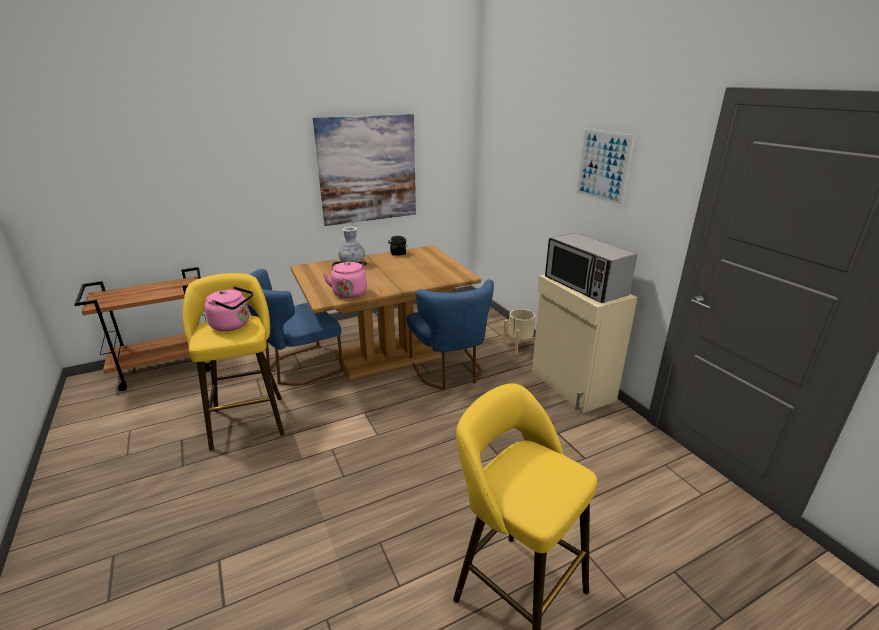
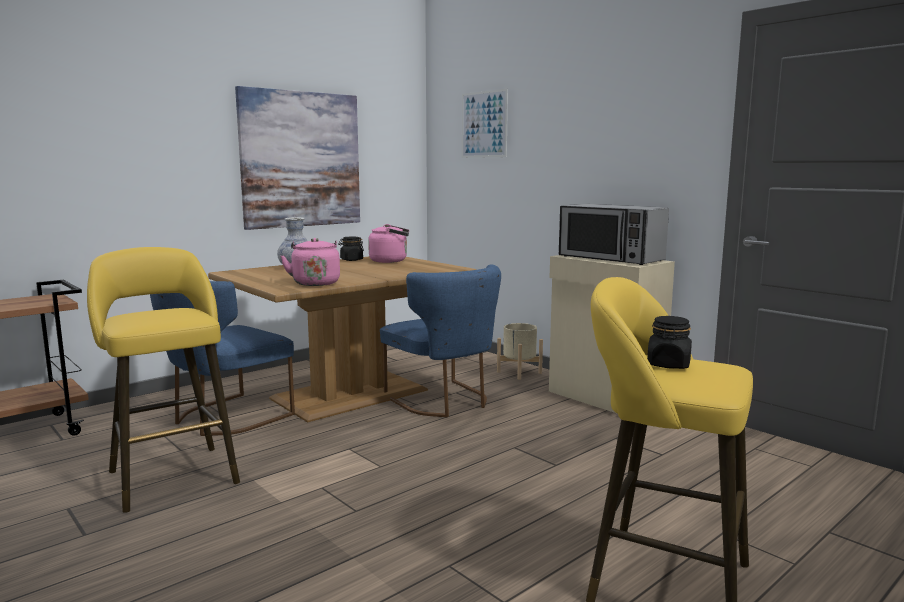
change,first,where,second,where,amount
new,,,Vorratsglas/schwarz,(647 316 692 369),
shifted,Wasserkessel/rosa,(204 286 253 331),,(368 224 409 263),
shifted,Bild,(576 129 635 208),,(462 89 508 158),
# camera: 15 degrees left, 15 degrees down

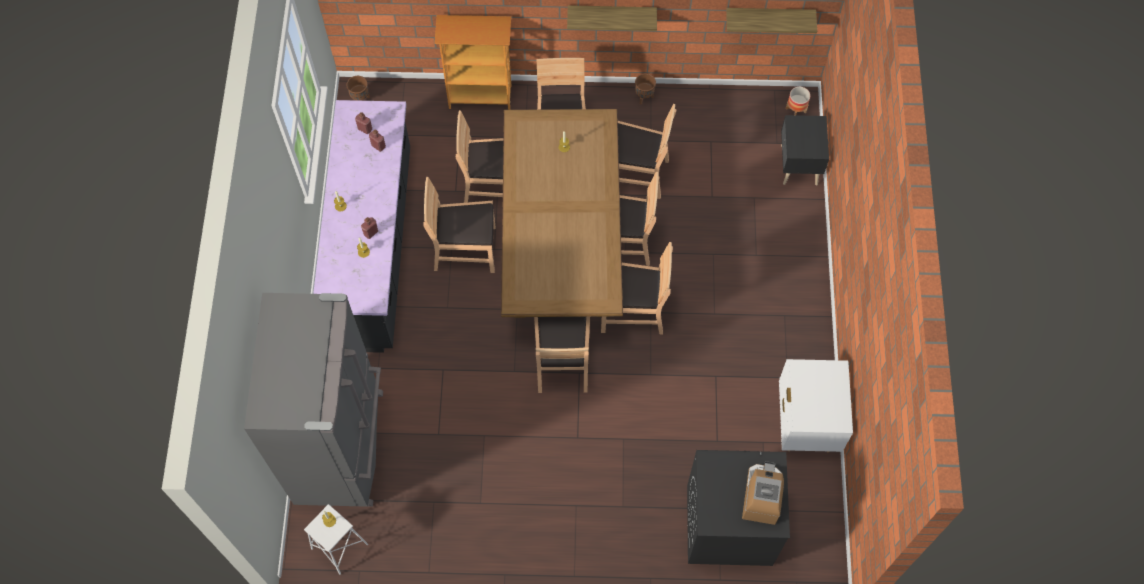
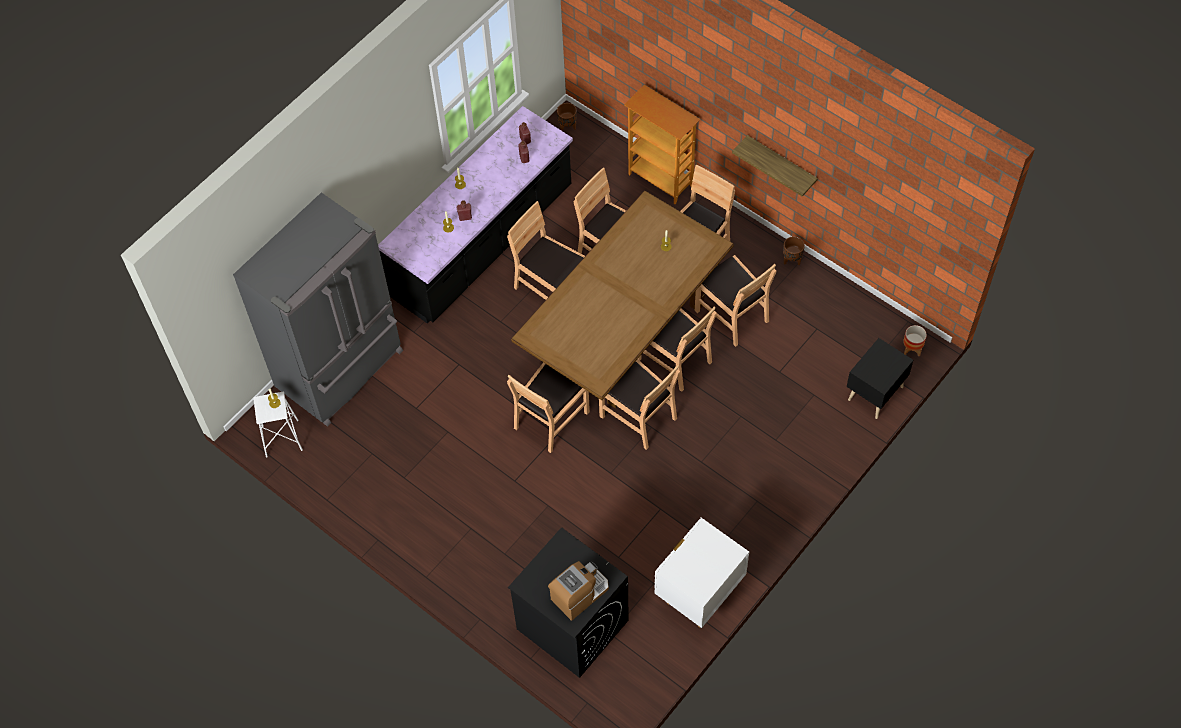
change,first,where,second,where,amount
gone,Wandregal,(726 8 817 33),,,
# camera: 40 degrees right, 5 degrees down

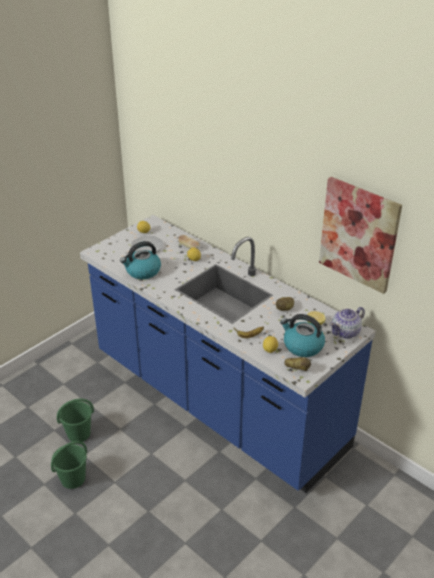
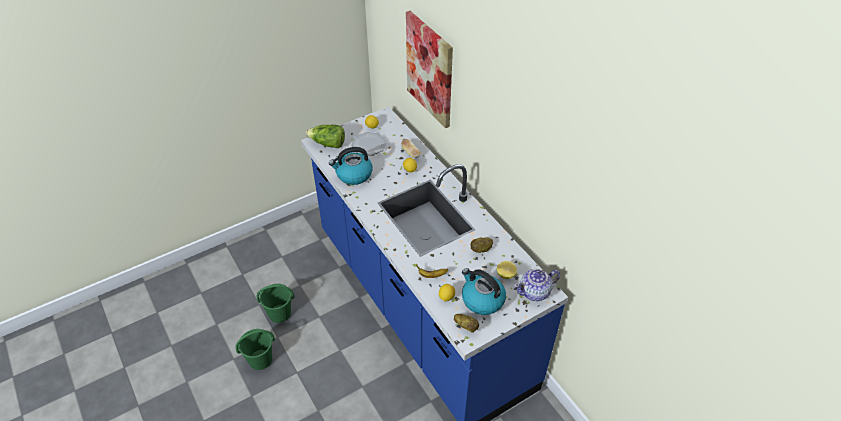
change,first,where,second,where,amount
new,,,Salatkopf,(306 125 345 148),
shifted,Bild,(319 177 402 294),,(406 11 453 128),
# camera: 15 degrees right, 10 degrees up

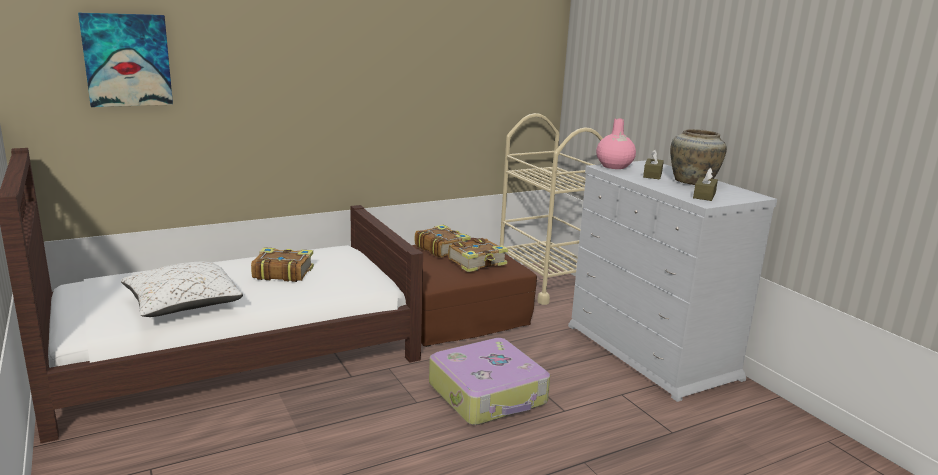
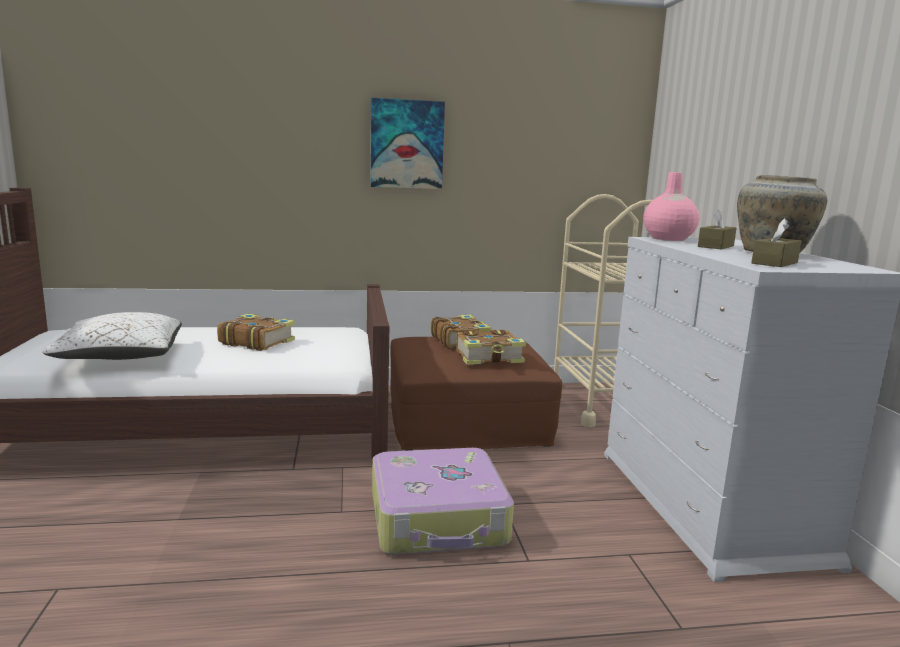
change,first,where,second,where,amount
shifted,Bild,(78 13 173 107),,(370 98 445 189),
# camera: 20 degrees right, 5 degrees down

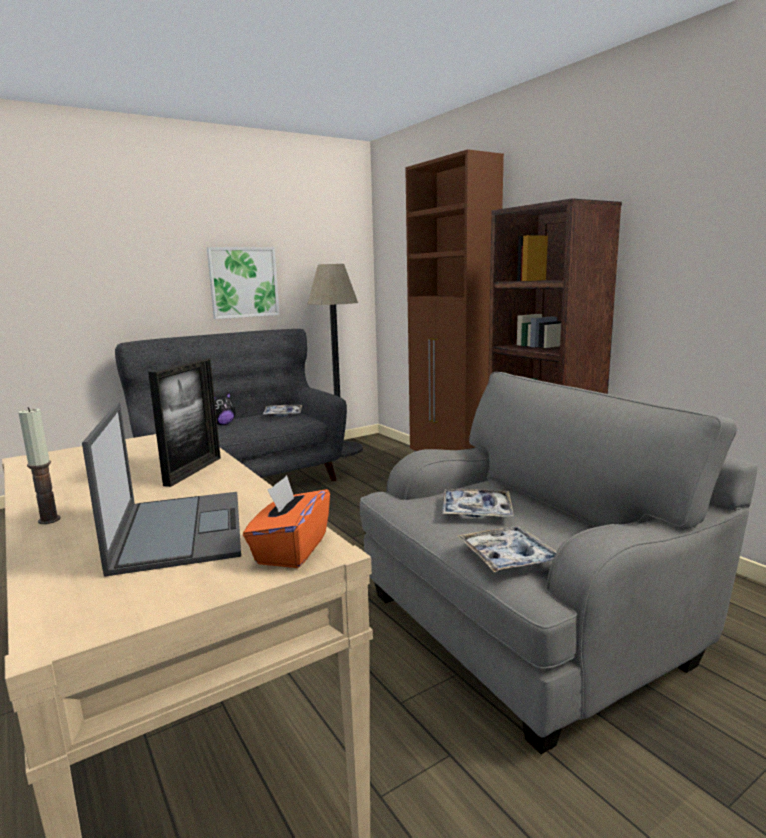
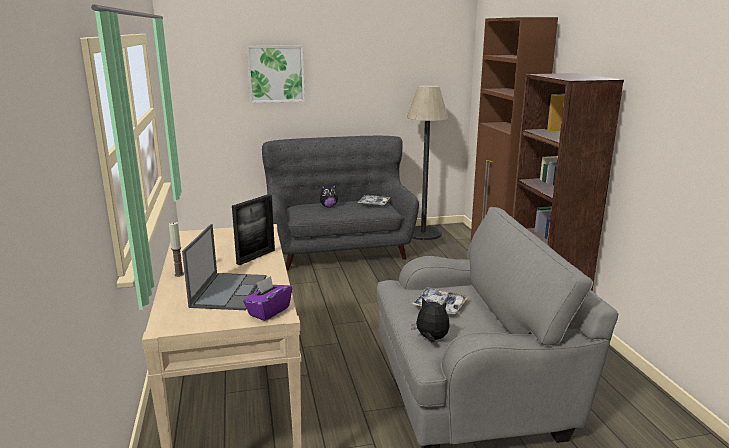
change,first,where,second,where,amount
shifted,Bild,(207 247 279 319),,(247 46 305 103),
swapped,Tablett,(457 526 557 572),Plüschtier,(411 297 450 342),
repainted,Taschentuchbox/orange,(243 475 330 568),Taschentuchbox/lila,(243 276 292 321),
# camera: 20 degrees right, 5 degrees up

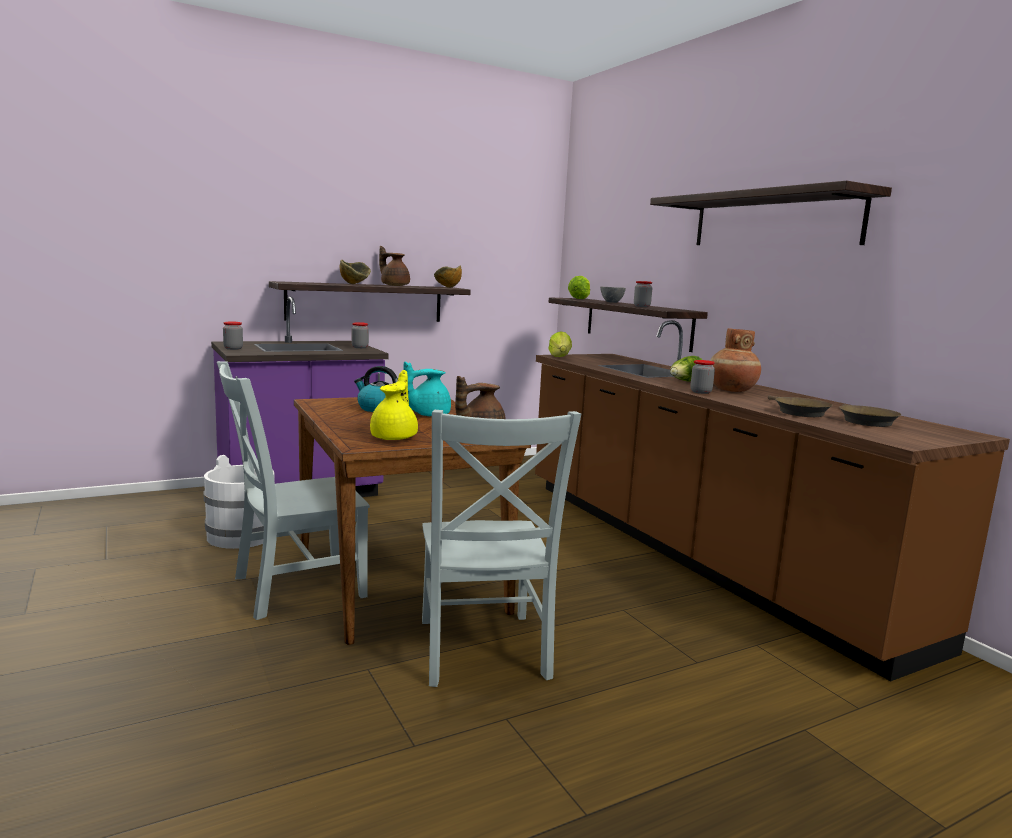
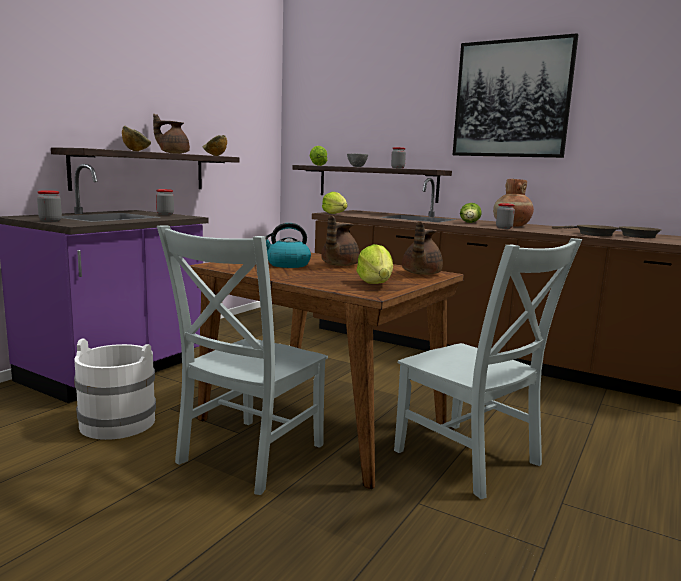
change,first,where,second,where,amount
swapped,Teekanne/gelb,(370 370 418 440),Salatkopf,(356 244 393 284),
swapped,Wandregal,(650 181 892 245),Bild,(453 33 578 158),
repainted,Teekanne/türkis,(403 362 451 416),Teekanne/braun,(321 215 360 266),
# camera: 30 degrees left, 0 degrees up

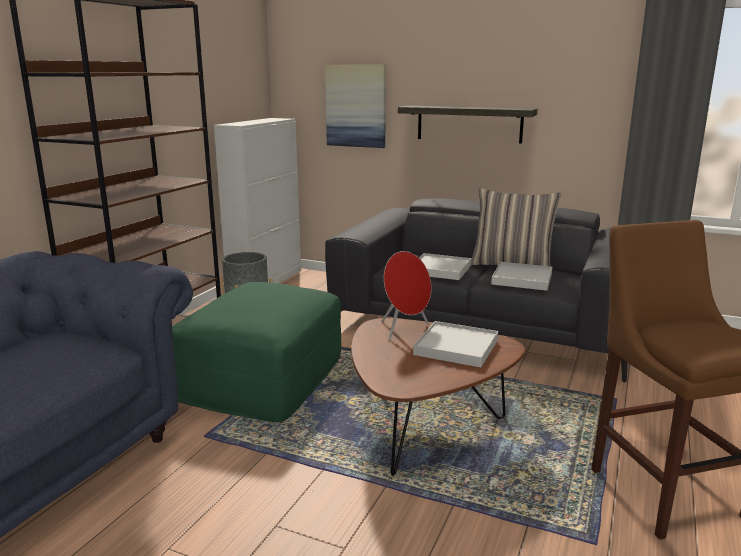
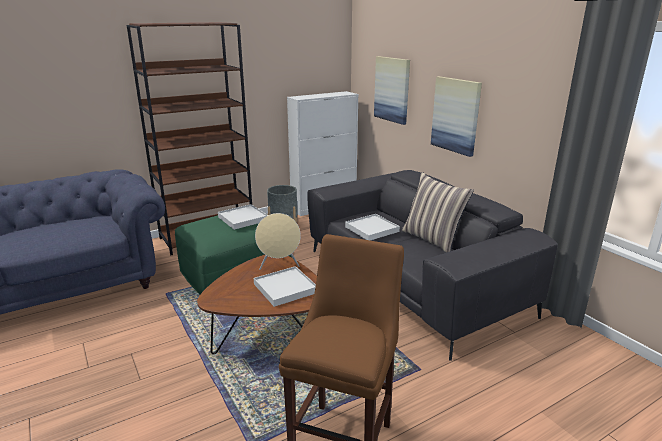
change,first,where,second,where,amount
shifted,Tablett/weiß,(491 262 553 291),,(218 204 268 230),
swapped,Wandregal,(398 106 538 144),Bild,(431 76 482 157),
repainted,Lautsprecher/rot,(382 251 431 340),Lautsprecher/beige,(255 213 301 270),
# camera: 35 degrees right, 5 degrees up

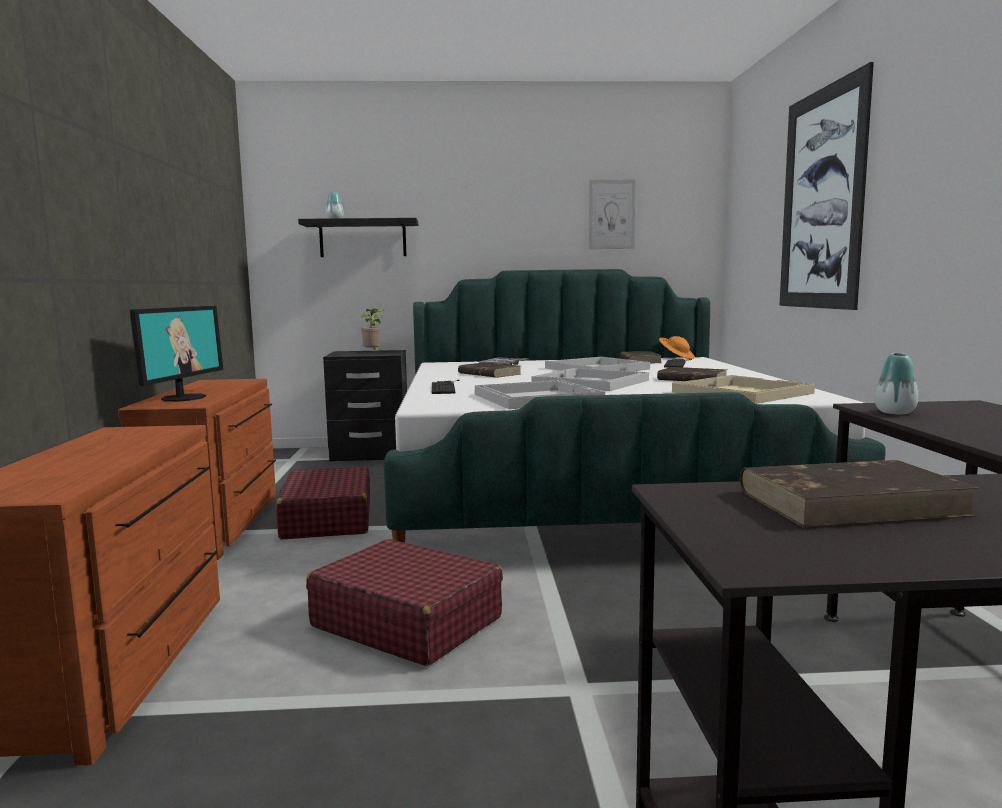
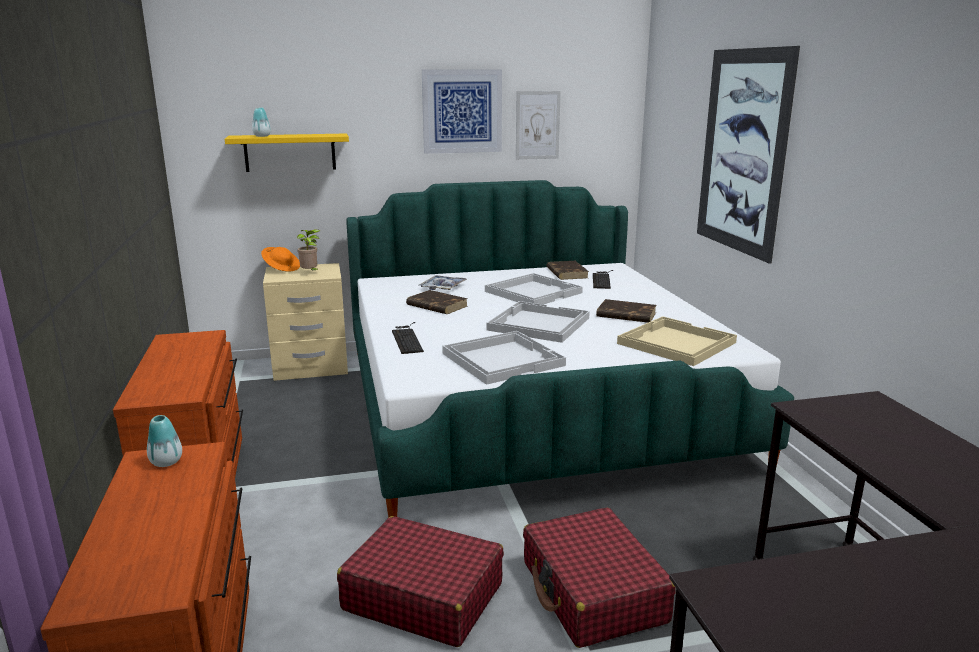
change,first,where,second,where,amount
gone,Monitor,(130 305 223 402),,,
gone,Buch/braun,(740 460 978 527),,,
new,,,Bild,(422 70 502 154),
shifted,Koffer/rot,(276 466 370 539),,(523 507 676 648),
shifted,Hut/orange,(659 336 695 359),,(261 247 300 271),
shifted,Vase,(874 353 919 414),,(147 415 182 467),
repainted,Wandregal/schwarz,(298 218 418 257),Wandregal/gelb,(225 133 349 172),
repainted,Nachttisch/schwarz,(323 350 407 461),Nachttisch/beige,(263 263 348 381),
# camera: 10 degrees left, 10 degrees up

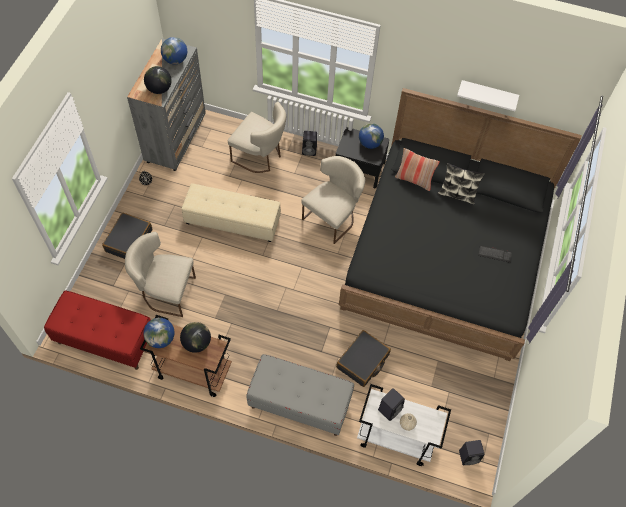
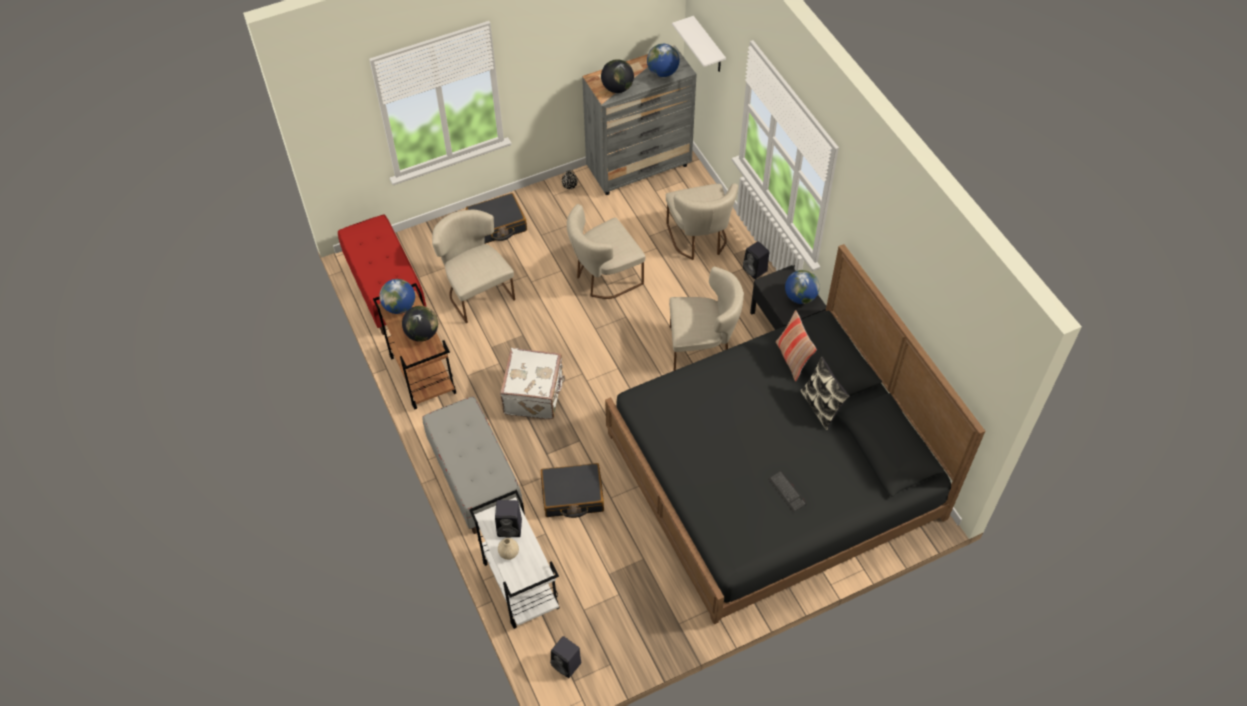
change,first,where,second,where,amount
new,,,Koffer/weiß,(500 348 565 419),
shifted,Wandregal/weiß,(457 80 519 111),,(672 16 726 72),
swapped,Polsterhocker/beige,(181 183 281 242),Stuhl/beige,(567 204 645 299),
# camera: 50 degrees right, 5 degrees down

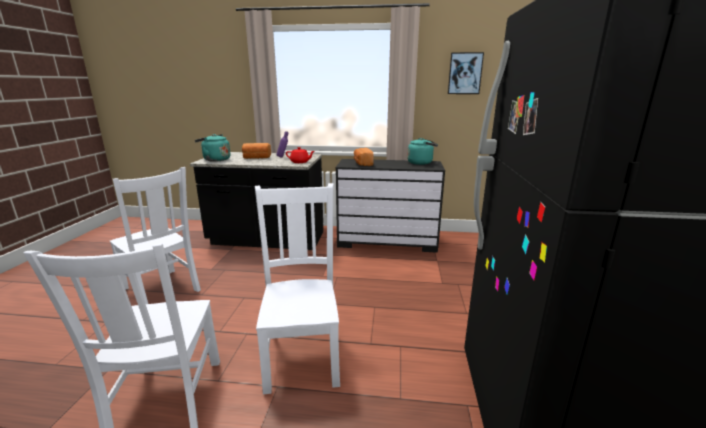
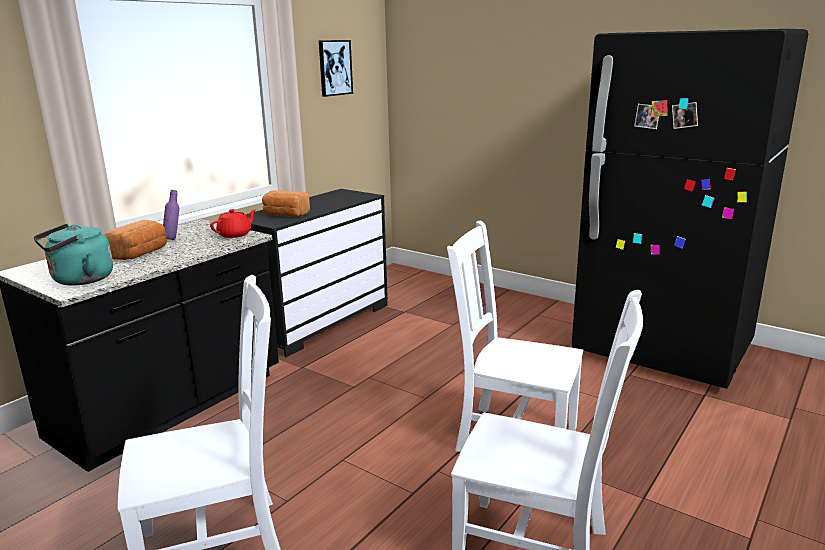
change,first,where,second,where,amount
gone,Wasserkessel/türkis,(407 138 438 165),,,
# camera: 60 degrees left, 0 degrees up

